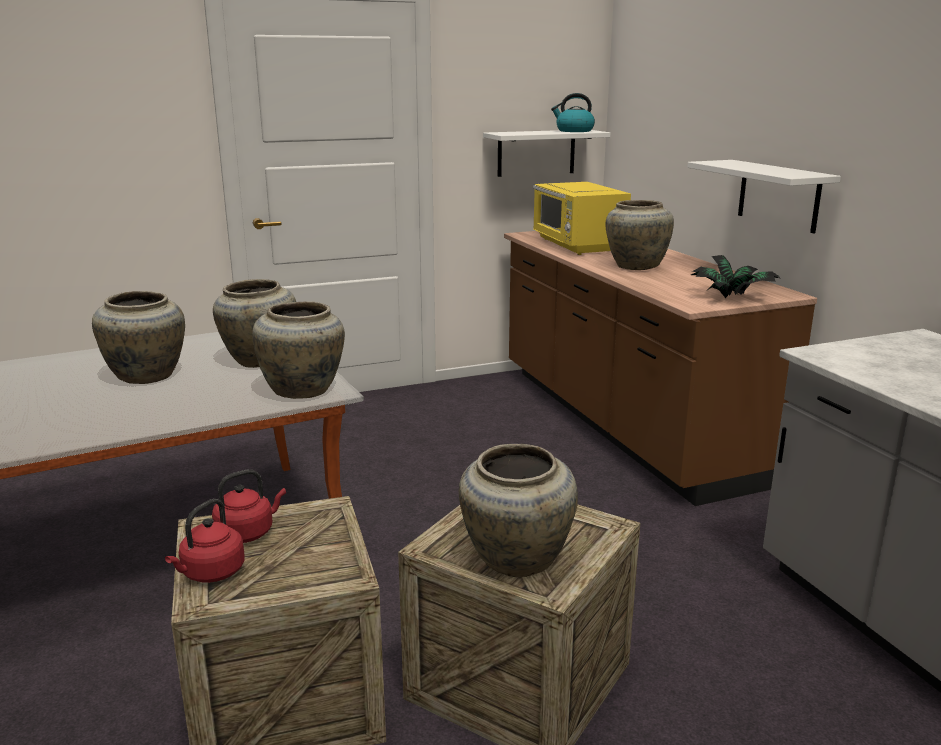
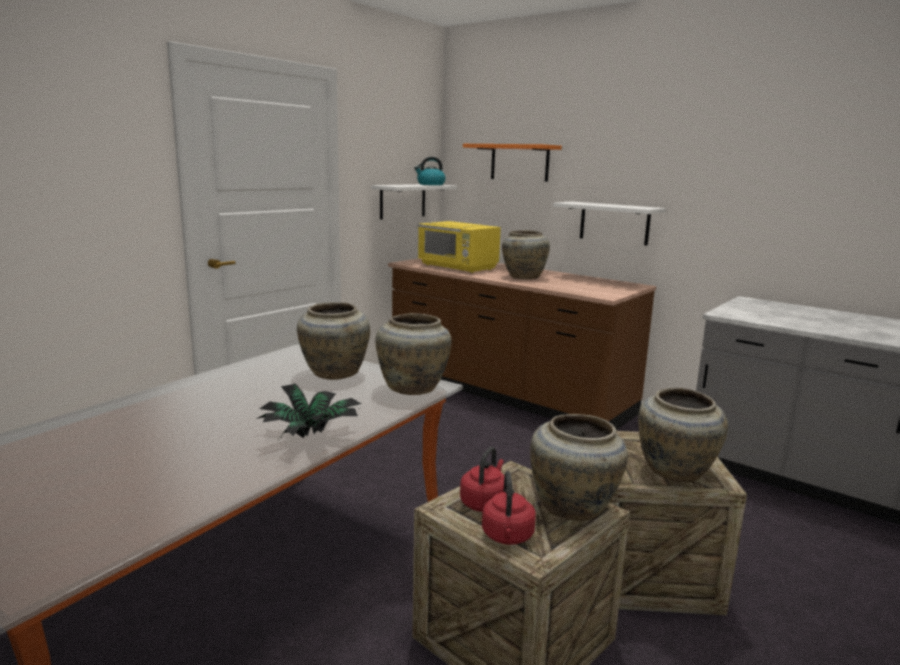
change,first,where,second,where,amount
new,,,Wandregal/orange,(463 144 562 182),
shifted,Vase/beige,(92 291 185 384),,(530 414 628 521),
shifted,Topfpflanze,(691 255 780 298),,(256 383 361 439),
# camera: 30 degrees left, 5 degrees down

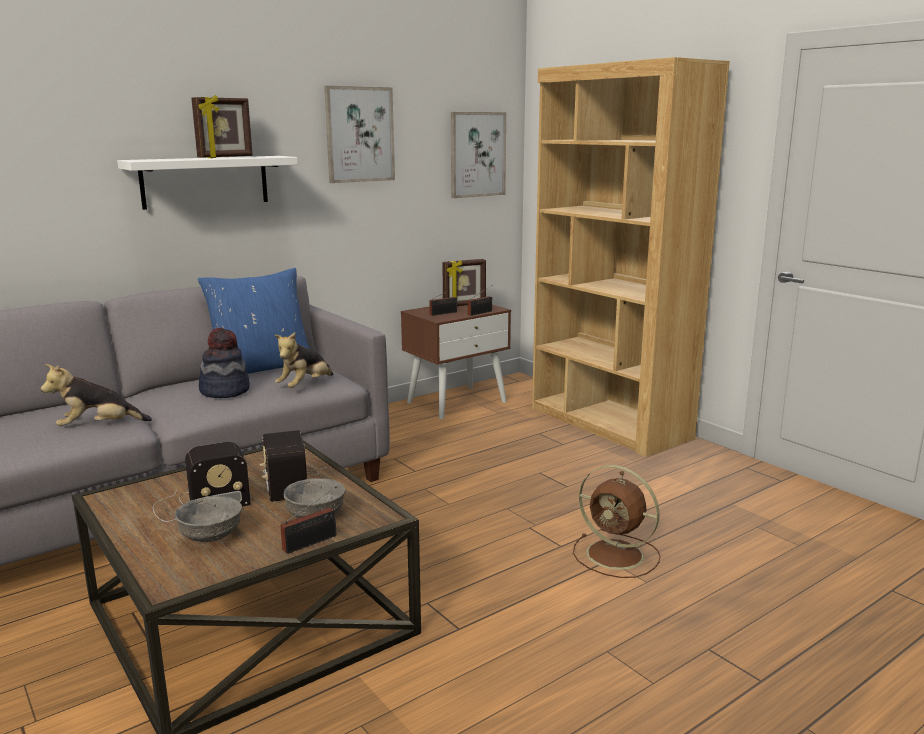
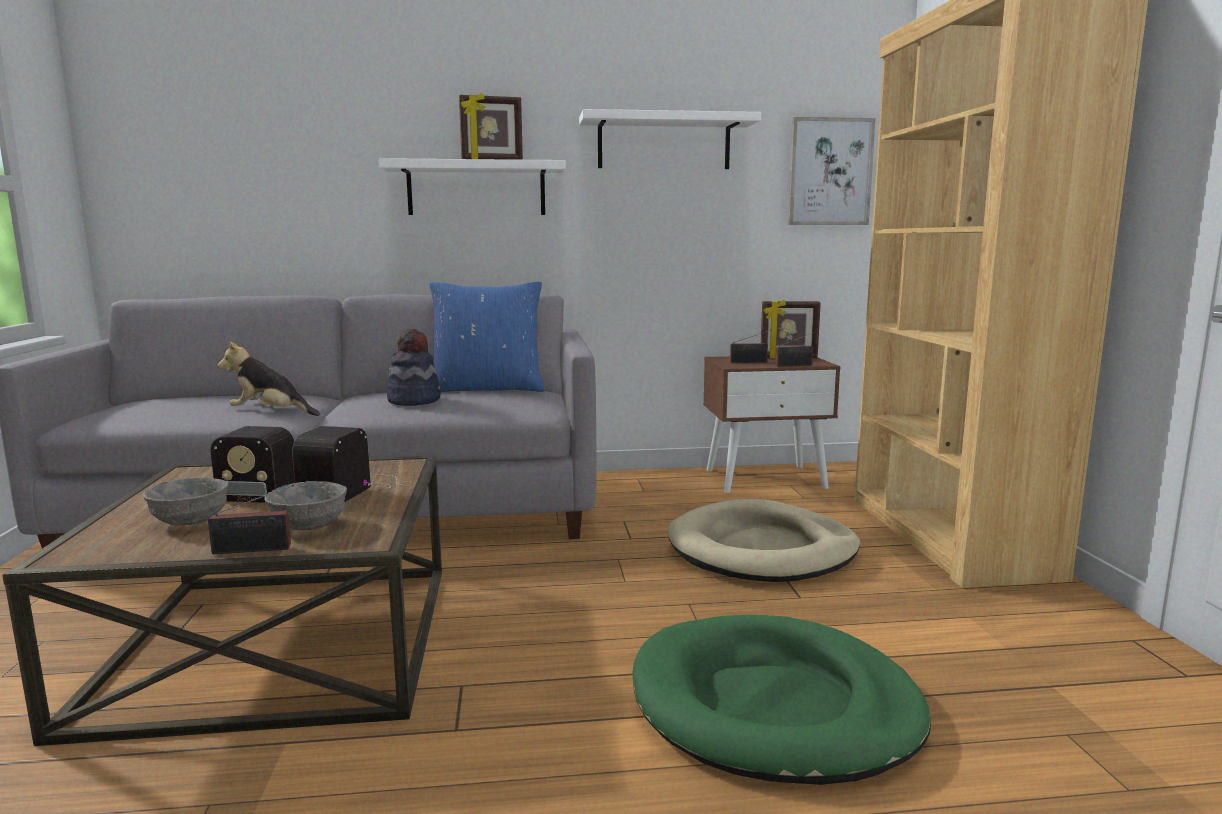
change,first,where,second,where,amount
gone,Plüschtier,(275 332 333 388),,,
new,,,Hundebett/beige,(668 499 860 582),
swapped,Bild,(324 86 395 183),Wandregal/weiß,(579 109 761 169),
swapped,Ventilator/braun,(573 465 660 578),Hundebett/grün,(632 615 931 785),
# camera: 30 degrees right, 5 degrees down

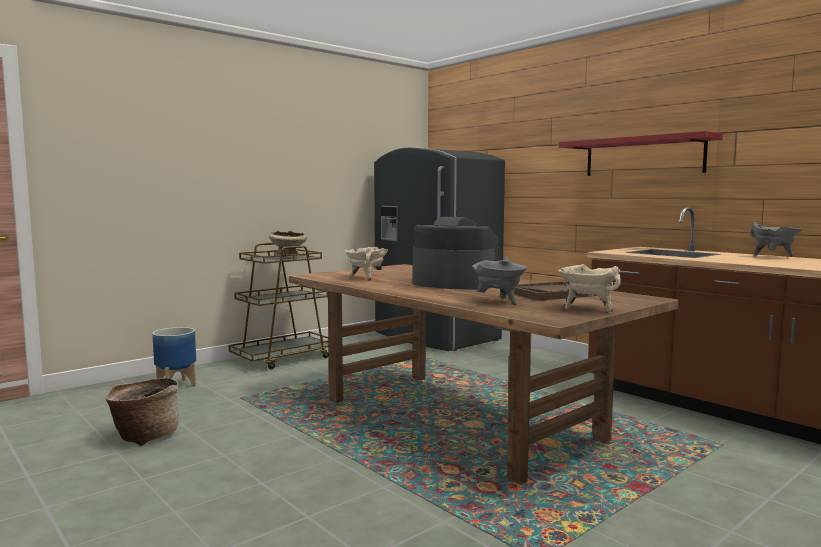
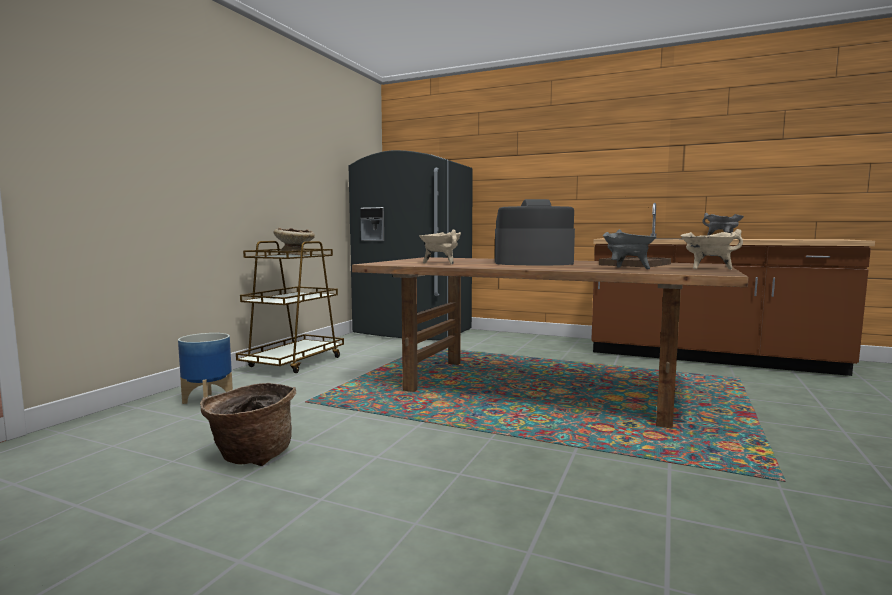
change,first,where,second,where,amount
gone,Wandregal/rot,(559 131 723 176),,,
# camera: 25 degrees left, 0 degrees up

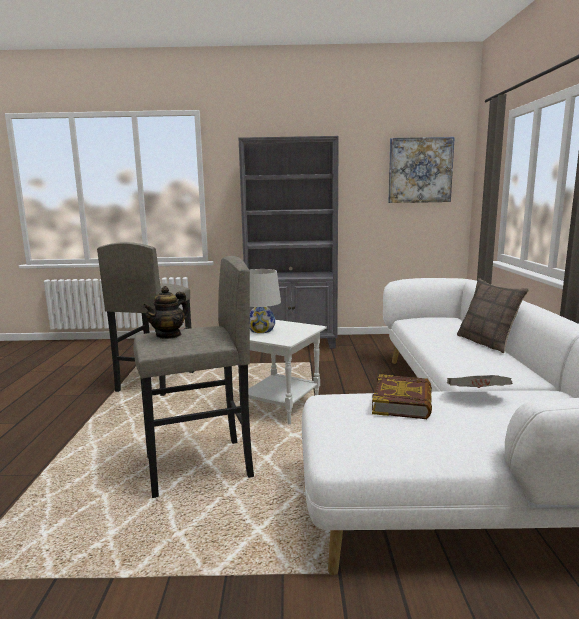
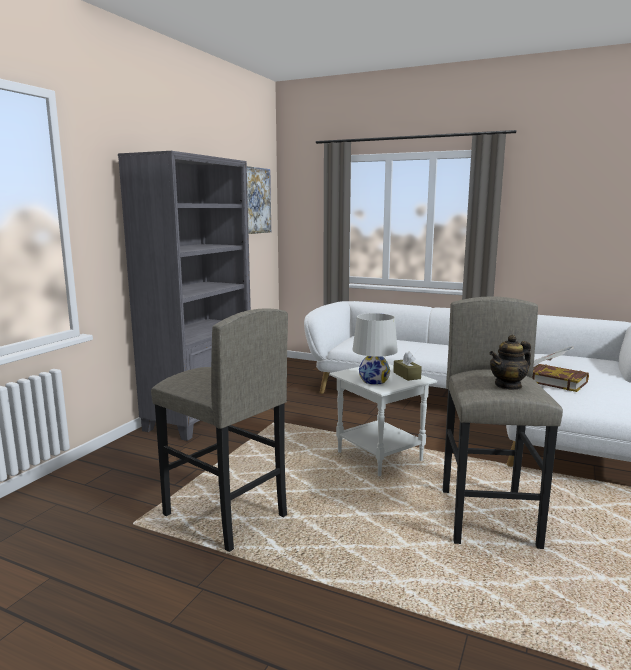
change,first,where,second,where,amount
gone,Kissen,(457 278 529 353),,,
new,,,Taschentuchbox/braun,(393 352 422 381),
rotated,Teekanne,(143 286 189 339),,(489 335 531 390),90 degrees clockwise
# camera: 65 degrees left, 0 degrees up

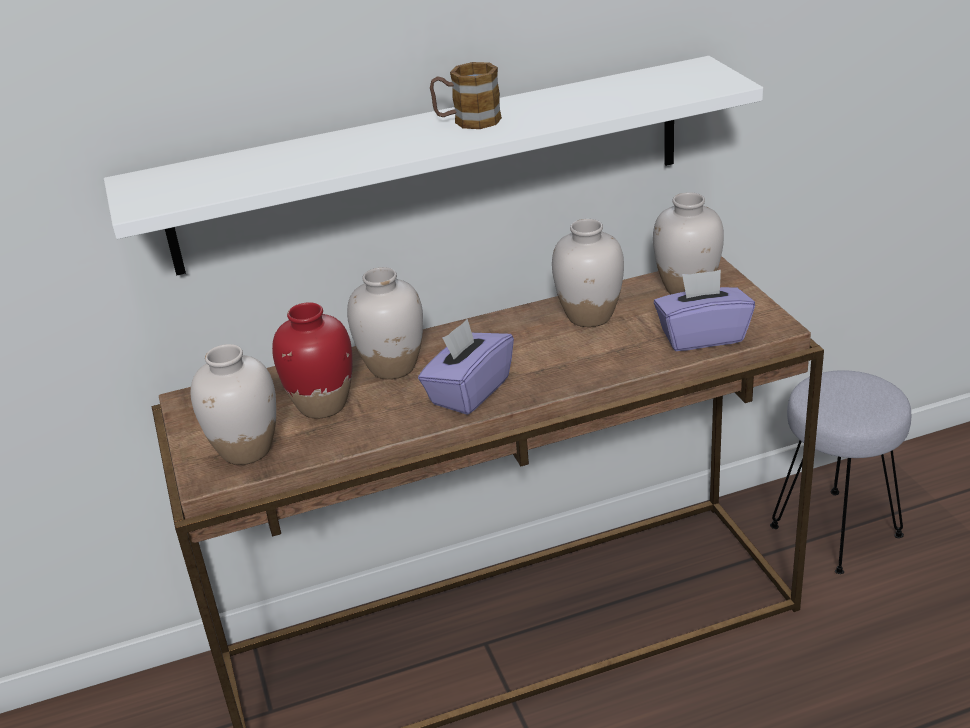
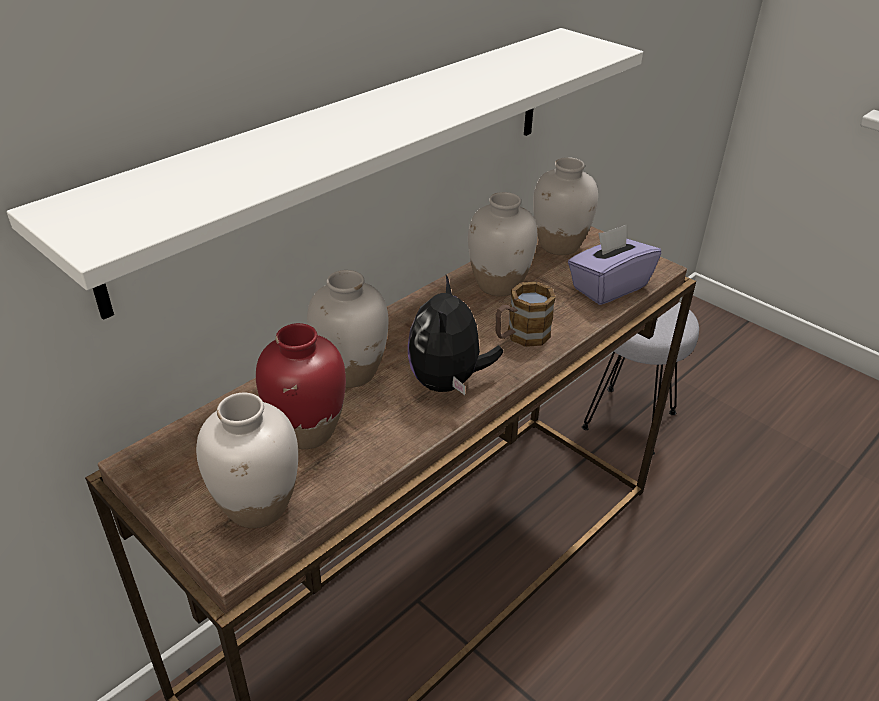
change,first,where,second,where,amount
shifted,Henkelbecher,(430 62 502 129),,(496 282 556 347),
swapped,Taschentuchbox/lila,(418 319 514 415),Plüschtier,(408 275 503 395),
# camera: 30 degrees left, 5 degrees up

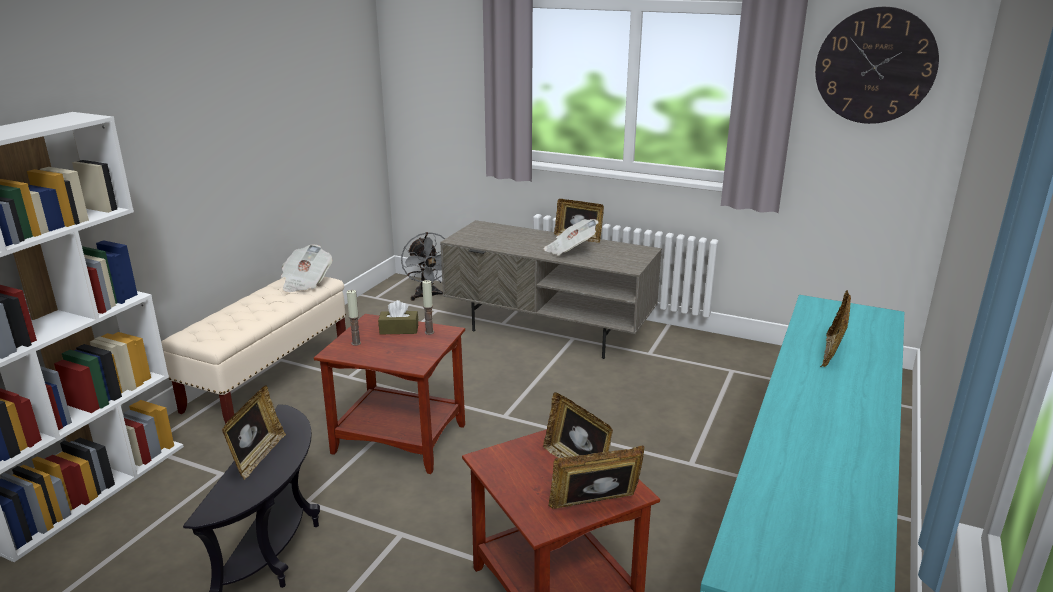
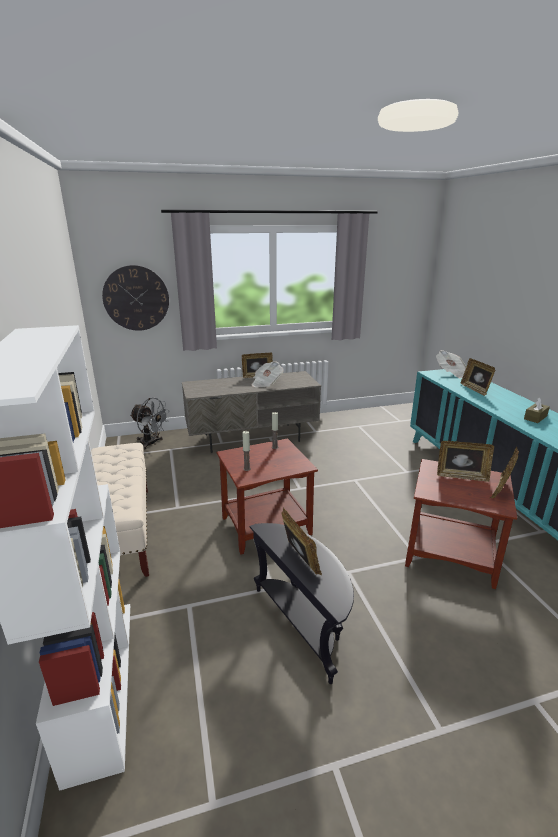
change,first,where,second,where,amount
shifted,Zeitung,(281 244 332 292),,(436 350 467 379),
shifted,Taschentuchbox/braun,(378 300 418 334),,(524 397 550 423),
shifted,Wanduhr,(815 7 939 124),,(102 265 169 331),
# camera: 40 degrees left, 0 degrees up

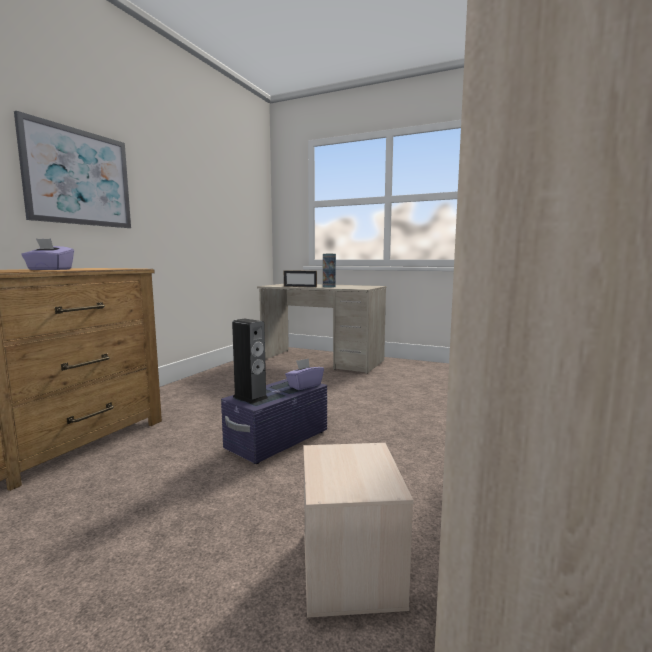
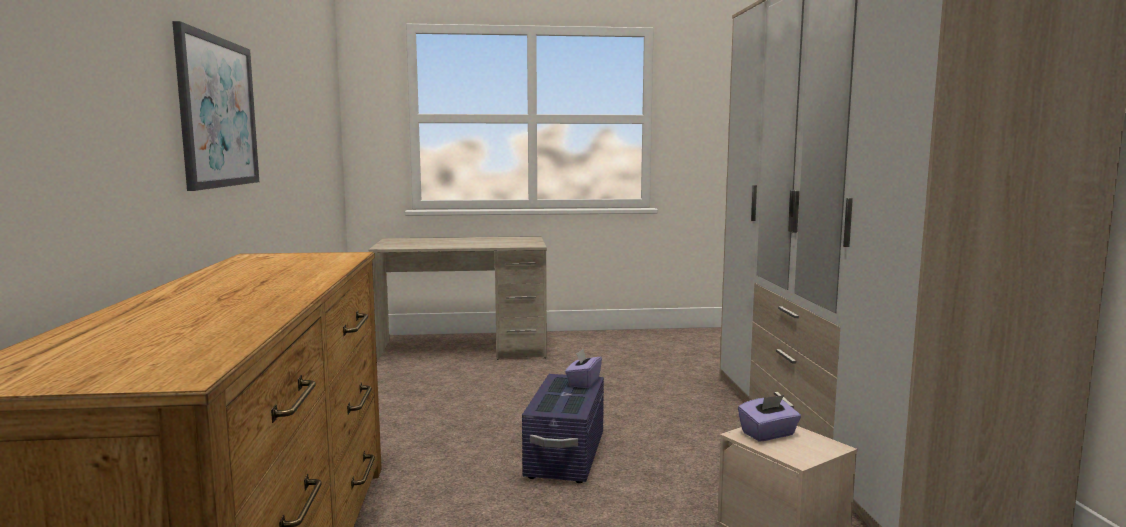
change,first,where,second,where,amount
gone,Lautsprecher,(232 319 268 404),,,
gone,Bilderrahmen,(284 270 317 287),,,
gone,Vase,(323 254 336 288),,,
shifted,Taschentuchbox/lila,(21 239 74 270),,(738 395 801 442),
# camera: 30 degrees left, 0 degrees up

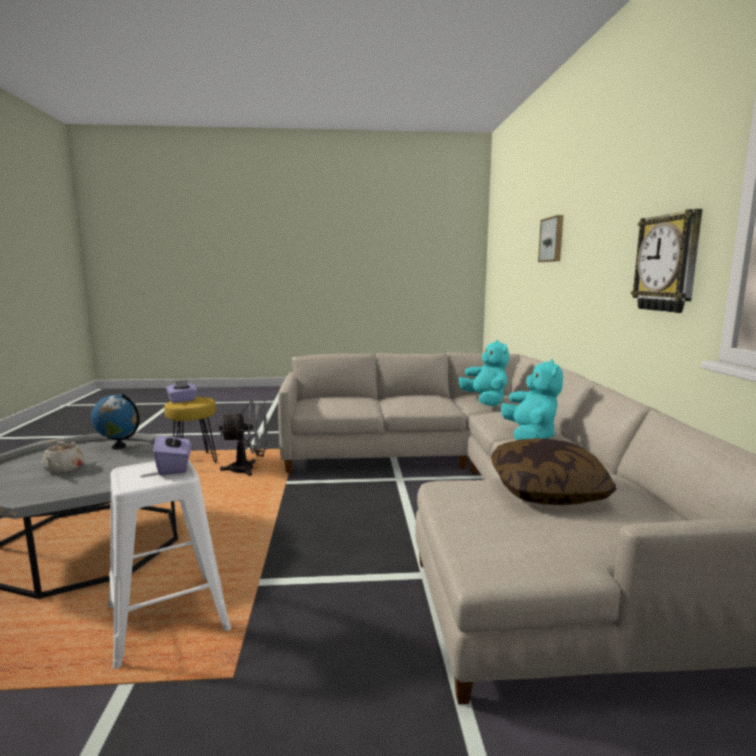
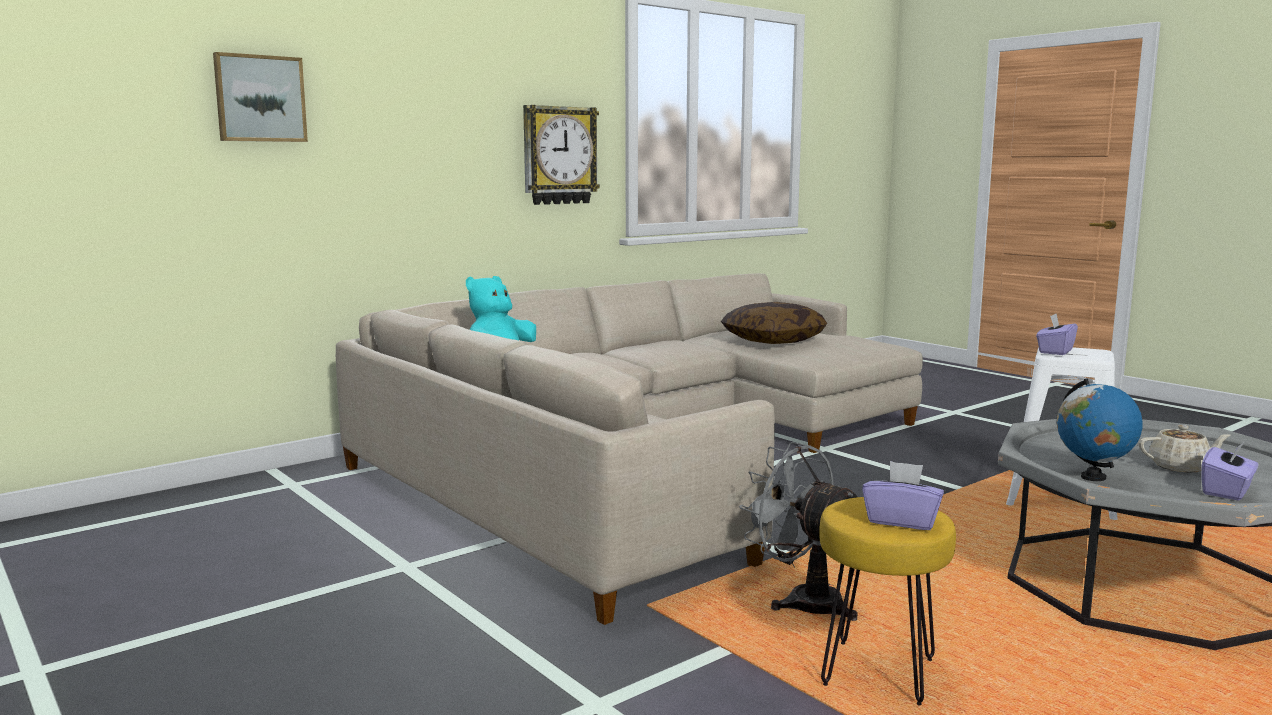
change,first,where,second,where,amount
gone,Plüschtier/türkis,(501 359 563 440),,,
new,,,Taschentuchbox/lila,(1202 441 1258 501),
rotated,Teekanne/beige,(42 441 85 473),,(1139 425 1231 473),45 degrees clockwise
# camera: 125 degrees left, 0 degrees up

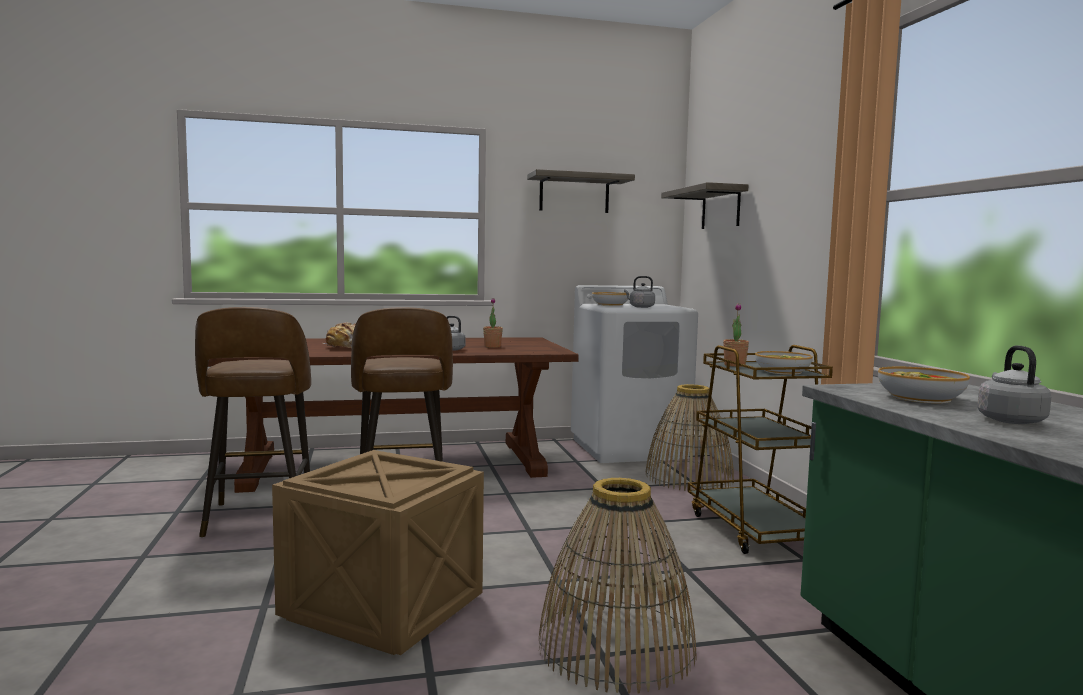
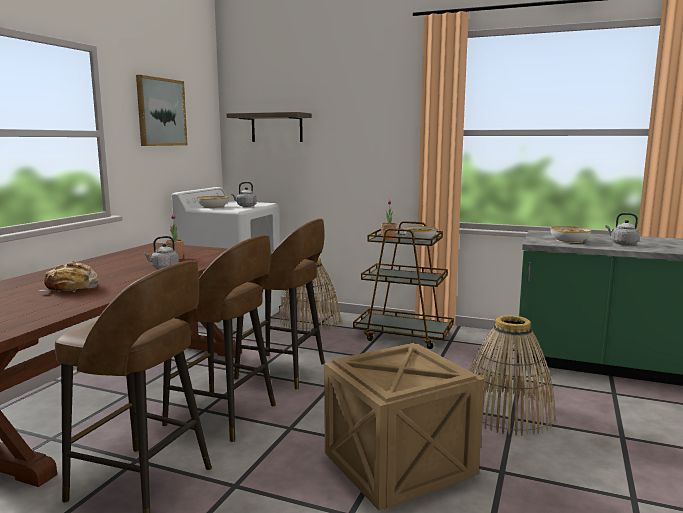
change,first,where,second,where,amount
new,,,Hocker/braun,(234 218 325 390),
swapped,Wandregal,(527 169 635 213),Bild,(136 75 187 146),
# camera: 55 degrees left, 5 degrees up

